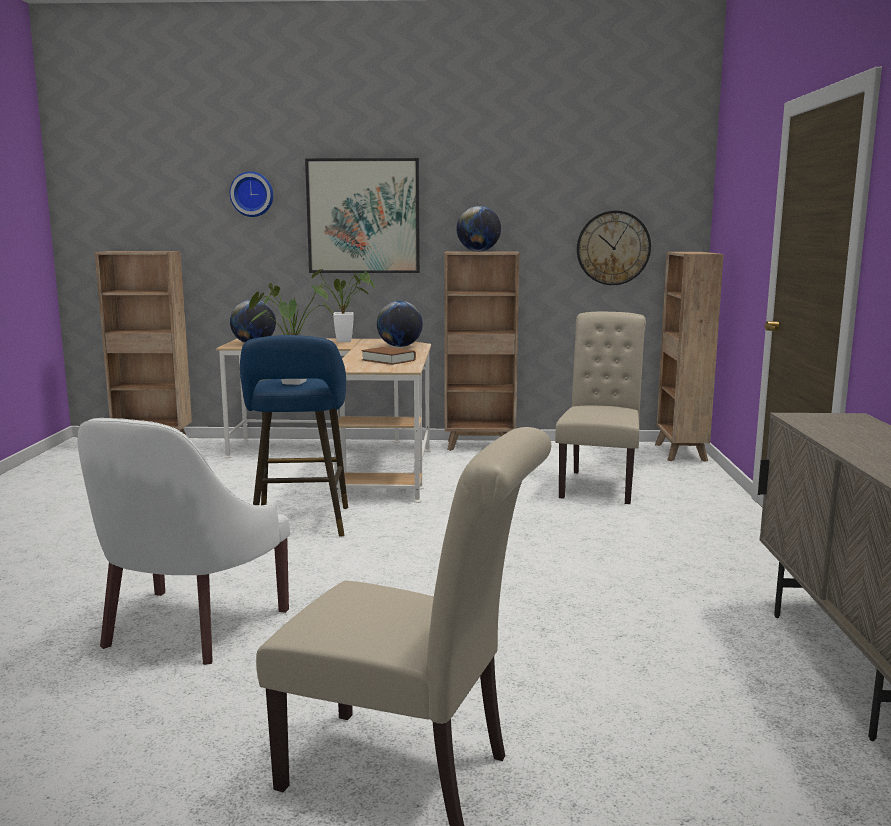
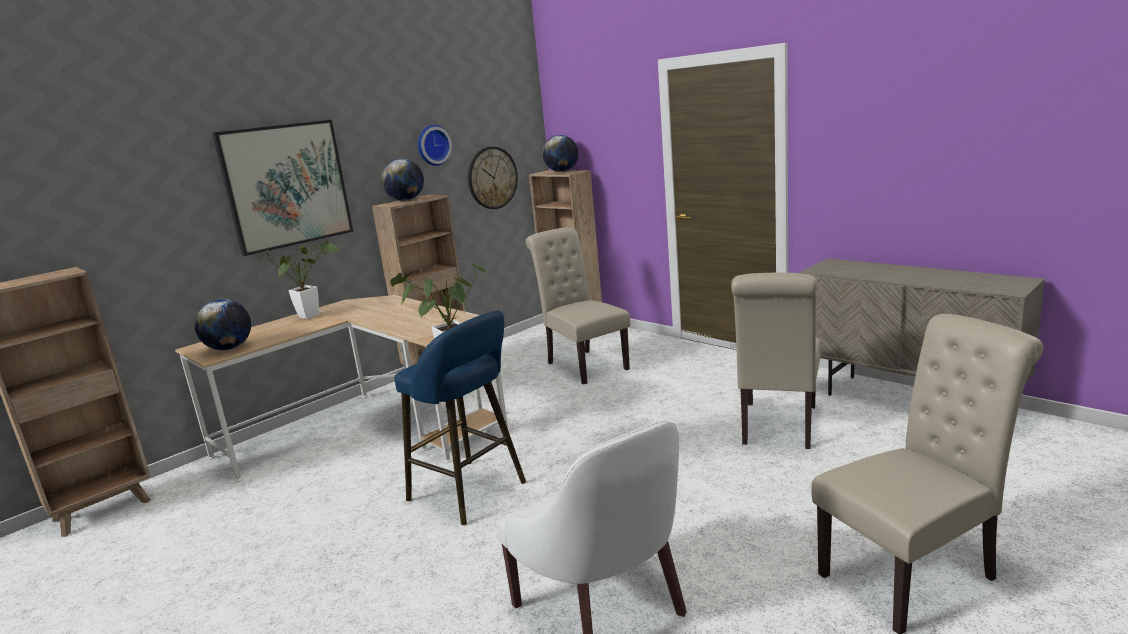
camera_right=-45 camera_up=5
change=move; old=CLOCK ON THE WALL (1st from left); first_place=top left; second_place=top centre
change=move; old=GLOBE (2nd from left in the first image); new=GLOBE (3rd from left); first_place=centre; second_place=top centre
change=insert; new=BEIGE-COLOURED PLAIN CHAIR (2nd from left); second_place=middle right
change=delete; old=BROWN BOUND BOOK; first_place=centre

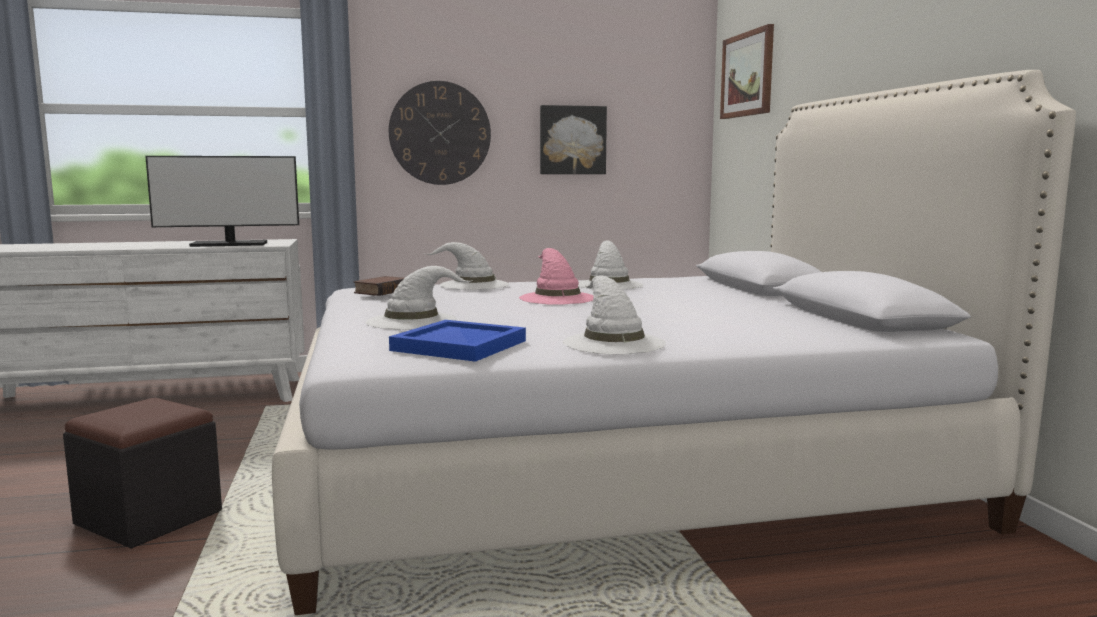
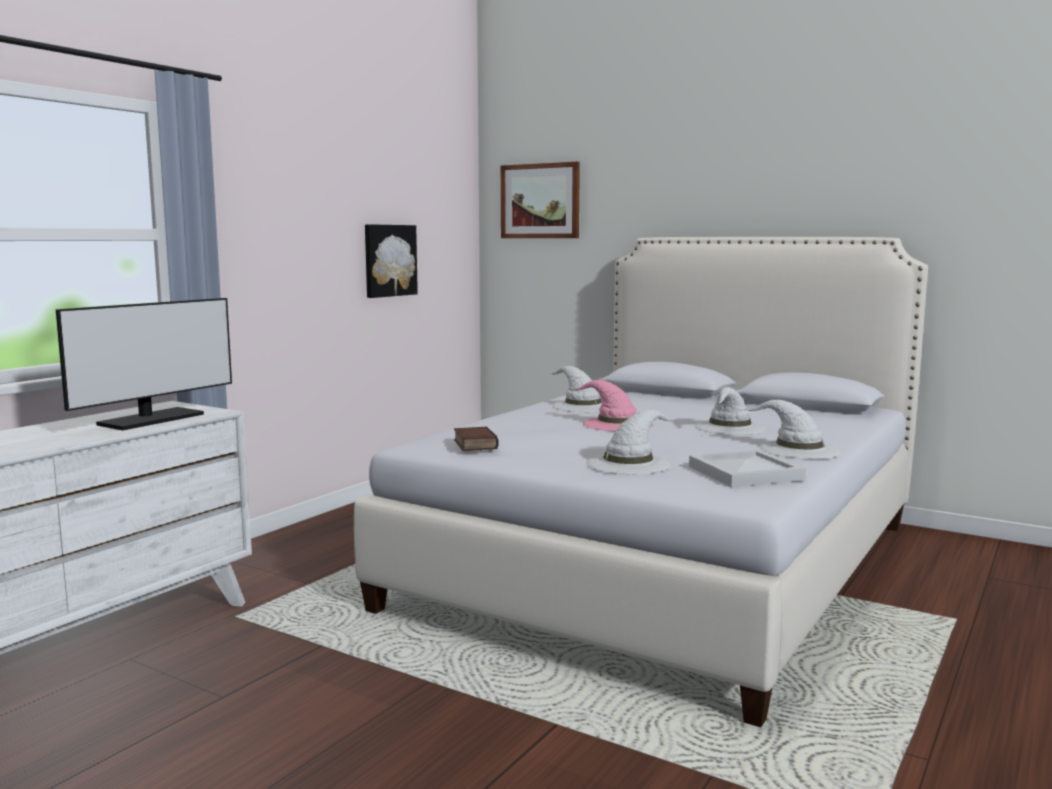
camera_right=-45 camera_up=0
change=recolor; old=BLUE TRAY; new=WHITISH TRAY; first_place=centre; second_place=middle right
change=move; old=WHITISH HAT (2nd from left in the first image); new=WHITISH HAT (3rd from left); first_place=centre; second_place=middle right
change=delete; old=BLACK-COLOURED OTTOMAN; first_place=bottom left
change=delete; old=CLOCK ON THE WALL; first_place=top centre

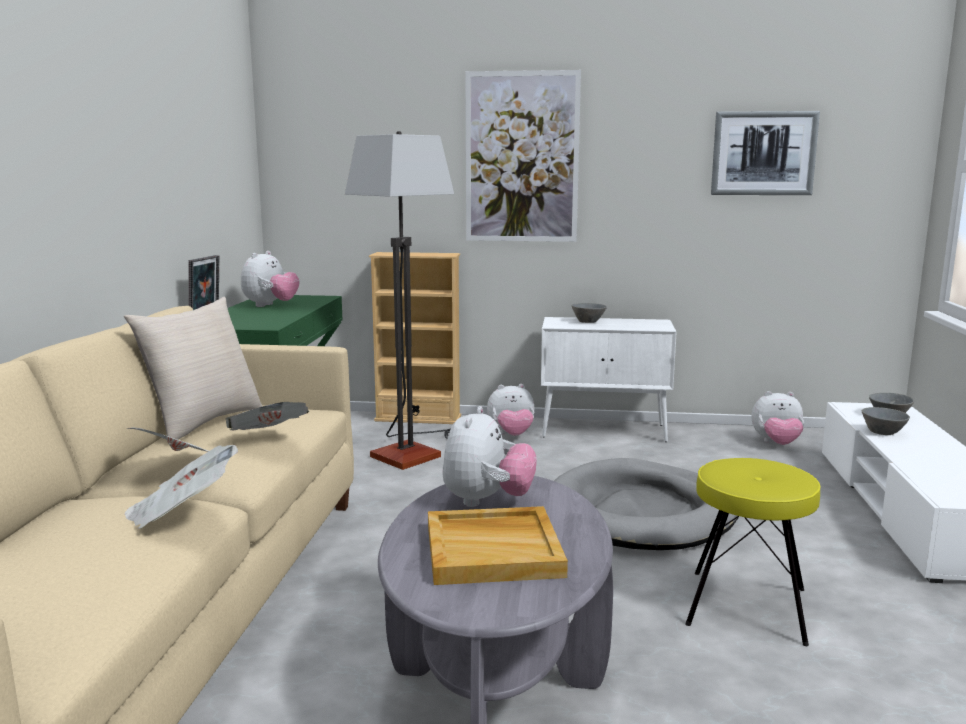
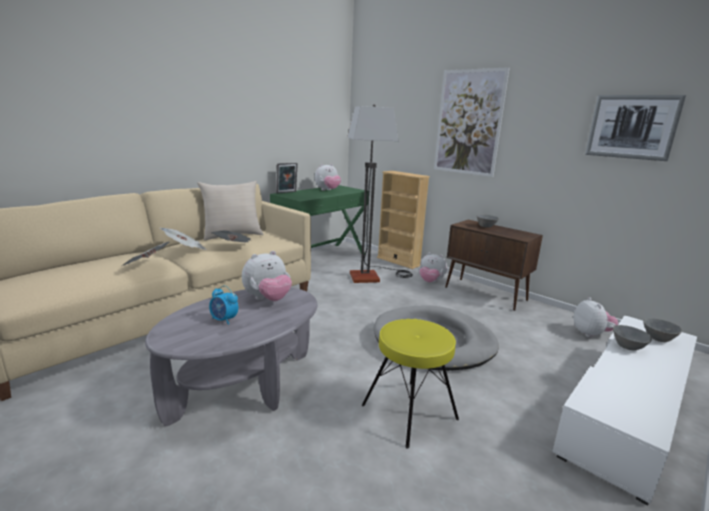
camera_right=35 camera_up=5
change=replace; old=BEIGE-COLOURED TRAY; new=BEDSIDE CLOCK; first_place=bottom centre; second_place=middle left
change=recolor; old=WHITISH STORAGE CABINET; new=BROWN STORAGE CABINET; first_place=centre; second_place=middle right
change=rotate; old=CUDDLY TOY (4th from left); first_place=middle right; second_place=middle right; degrees=-135

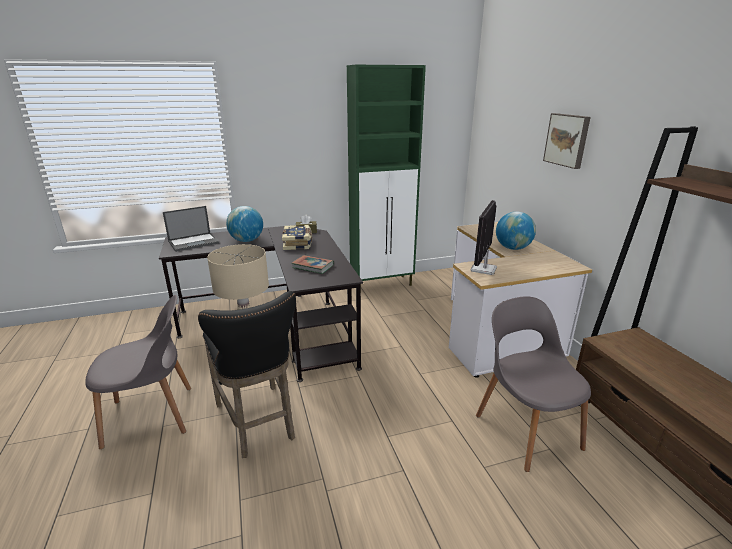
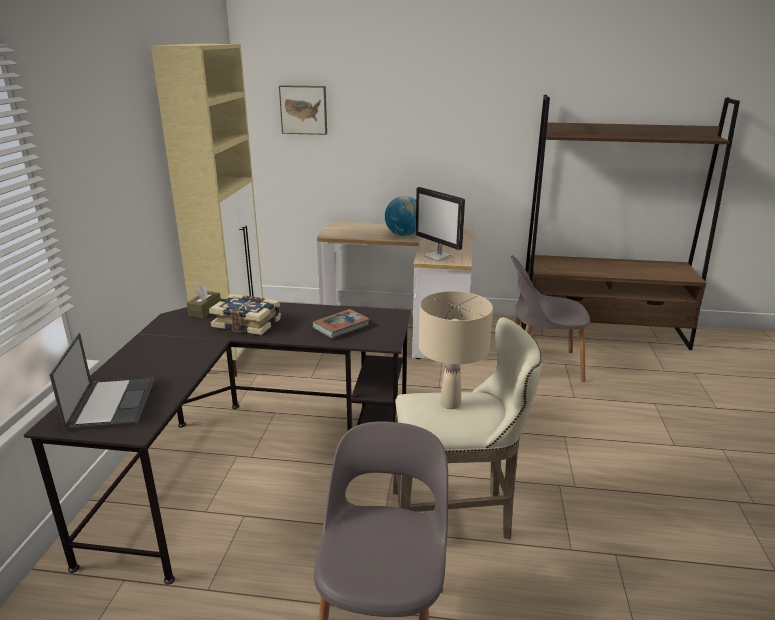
camera_right=-65 camera_up=0
change=recolor; old=GREENISH STORAGE CABINET; new=BEIGE-COLOURED STORAGE CABINET; first_place=top centre; second_place=middle left
change=move; old=WALL PICTURE; first_place=top right; second_place=top centre
change=recolor; old=BLACK-COLOURED SITTING STOOL; new=BEIGE-COLOURED SITTING STOOL; first_place=bottom centre; second_place=bottom centre
change=delete; old=GLOBE (1st from left); first_place=centre

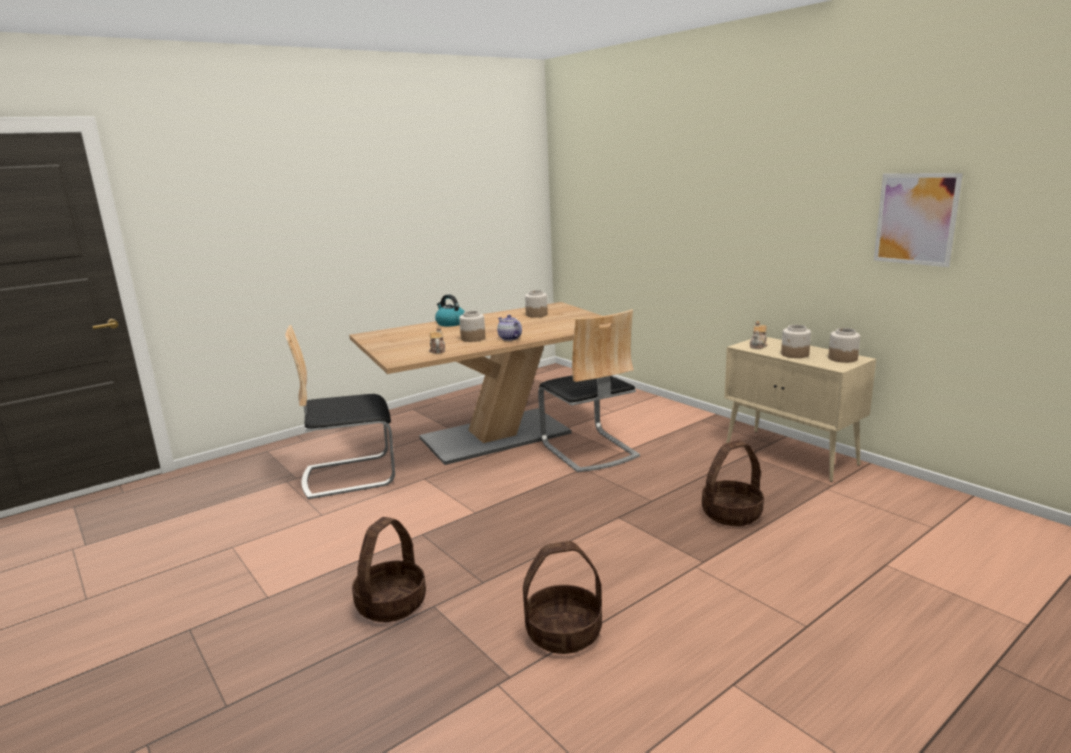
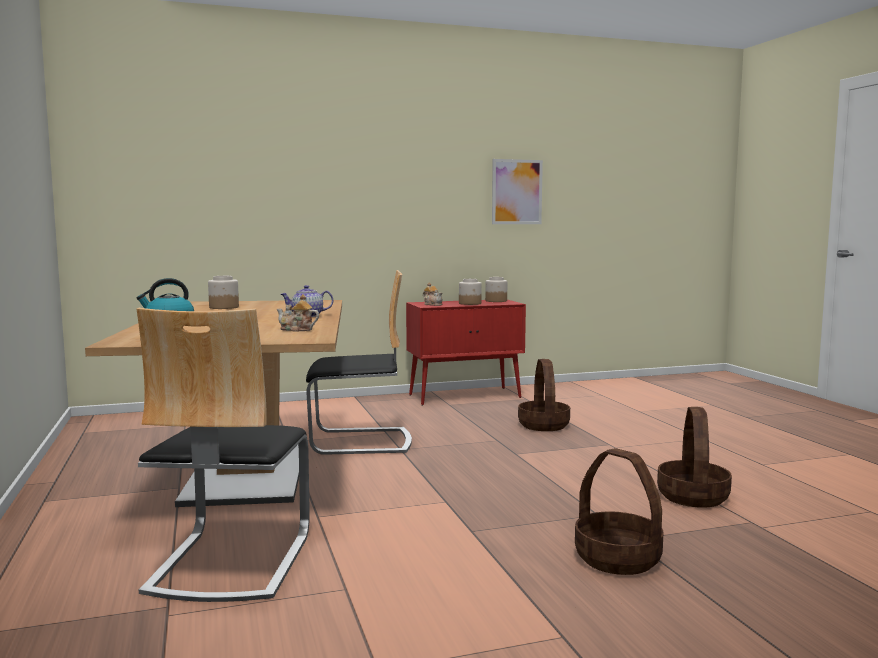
camera_right=-70 camera_up=-10
change=recolor; old=BEIGE-COLOURED STORAGE CABINET; new=REDDISH STORAGE CABINET; first_place=middle right; second_place=centre
change=delete; old=JAR (1st from left); first_place=centre

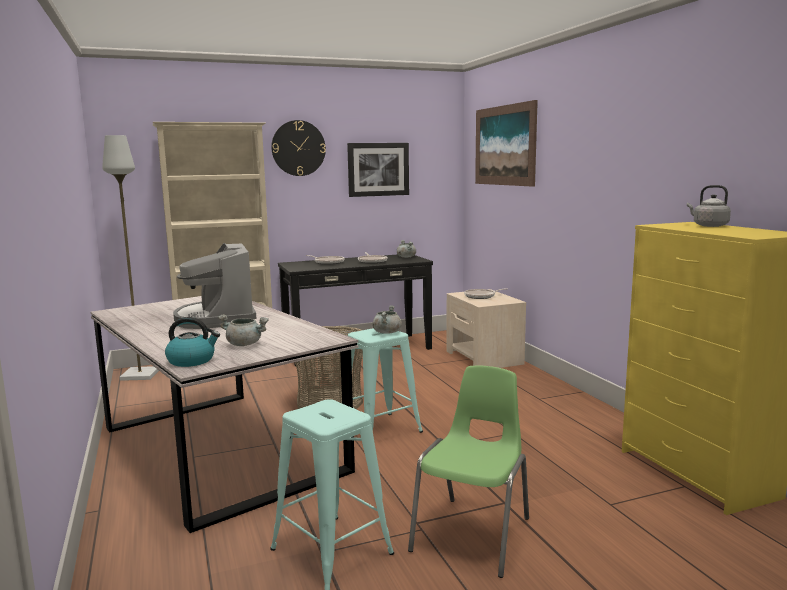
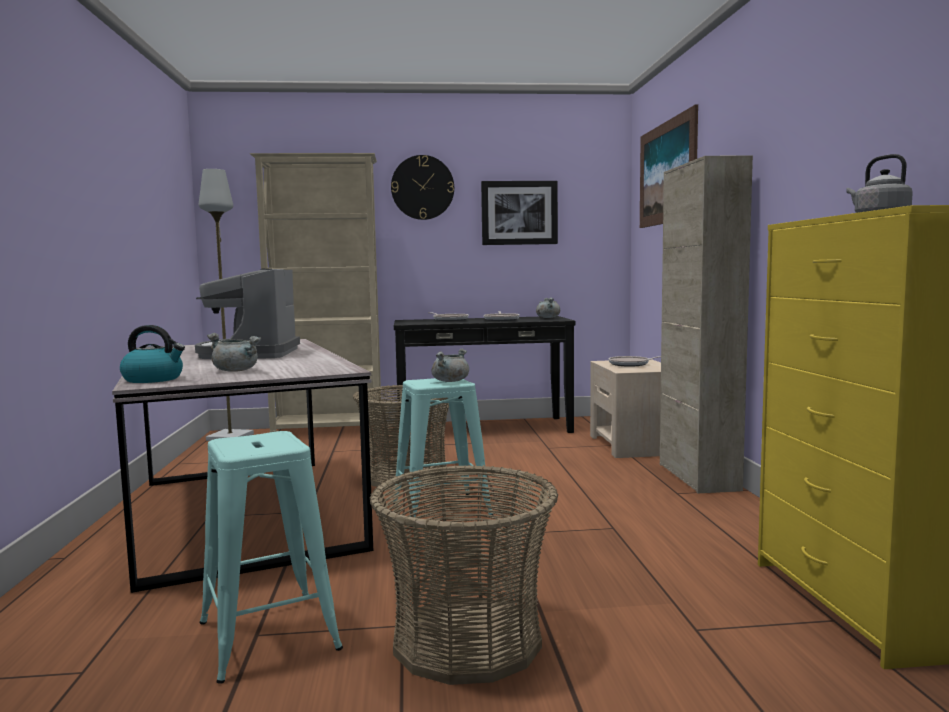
camera_right=15 camera_up=-5
change=replace; old=GREENISH PLAIN CHAIR; new=STORAGE BASKET (2nd from left); first_place=bottom centre; second_place=bottom centre
change=insert; new=BEIGE-COLOURED STORAGE CABINET; second_place=middle right

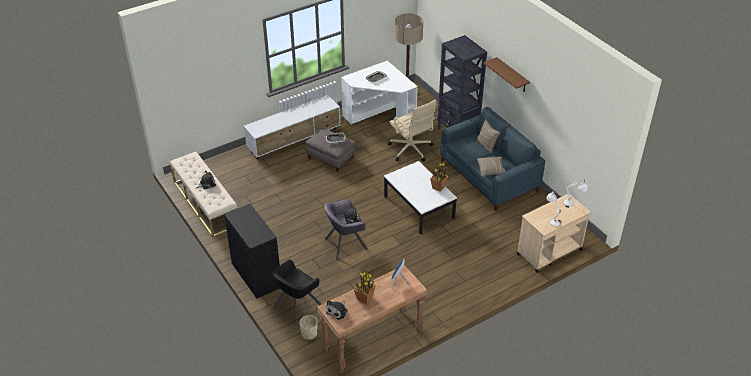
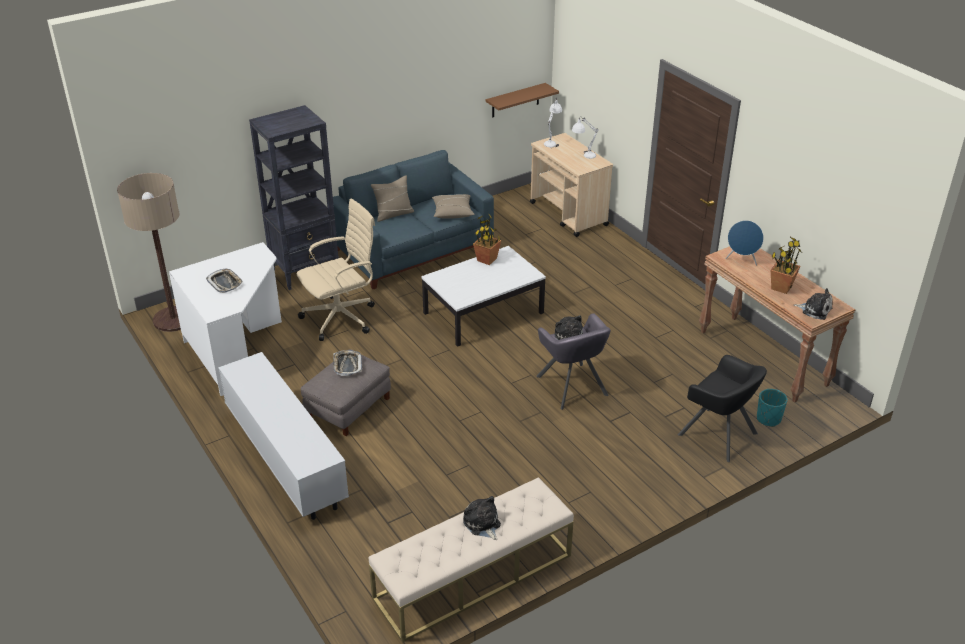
camera_right=-90 camera_up=-5
change=move; old=BROWN WALL SHELF; first_place=top right; second_place=top centre
change=recolor; old=BEIGE-COLOURED FLOWER POT; new=TURQUOISE FLOWER POT; first_place=bottom centre; second_place=middle right
change=delete; old=BLACK-COLOURED STORAGE CABINET; first_place=bottom centre

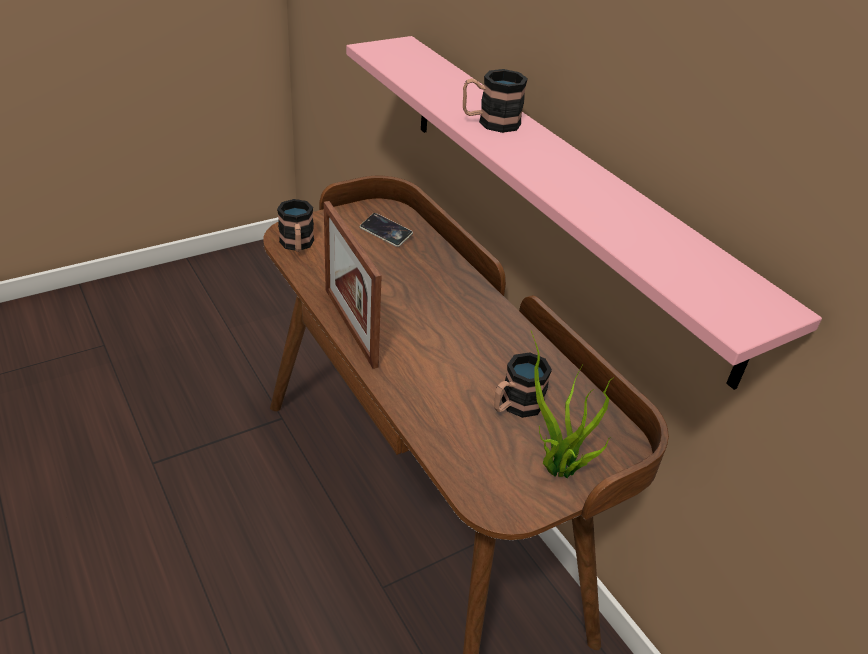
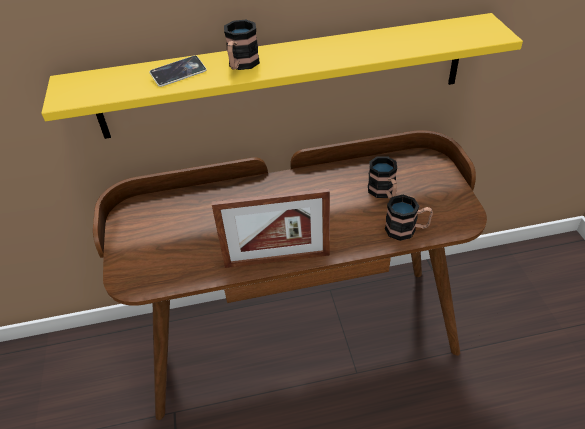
camera_right=-65 camera_up=5
change=recolor; old=PINK-COLOURED WALL SHELF; new=YELLOW-COLOURED WALL SHELF; first_place=top right; second_place=top centre
change=move; old=TELEPHONE; first_place=centre; second_place=top left
change=move; old=COFFEE MUG (1st from left in the first image); new=COFFEE MUG (3rd from left); first_place=centre; second_place=middle right
change=delete; old=POTTED PLANT; first_place=centre

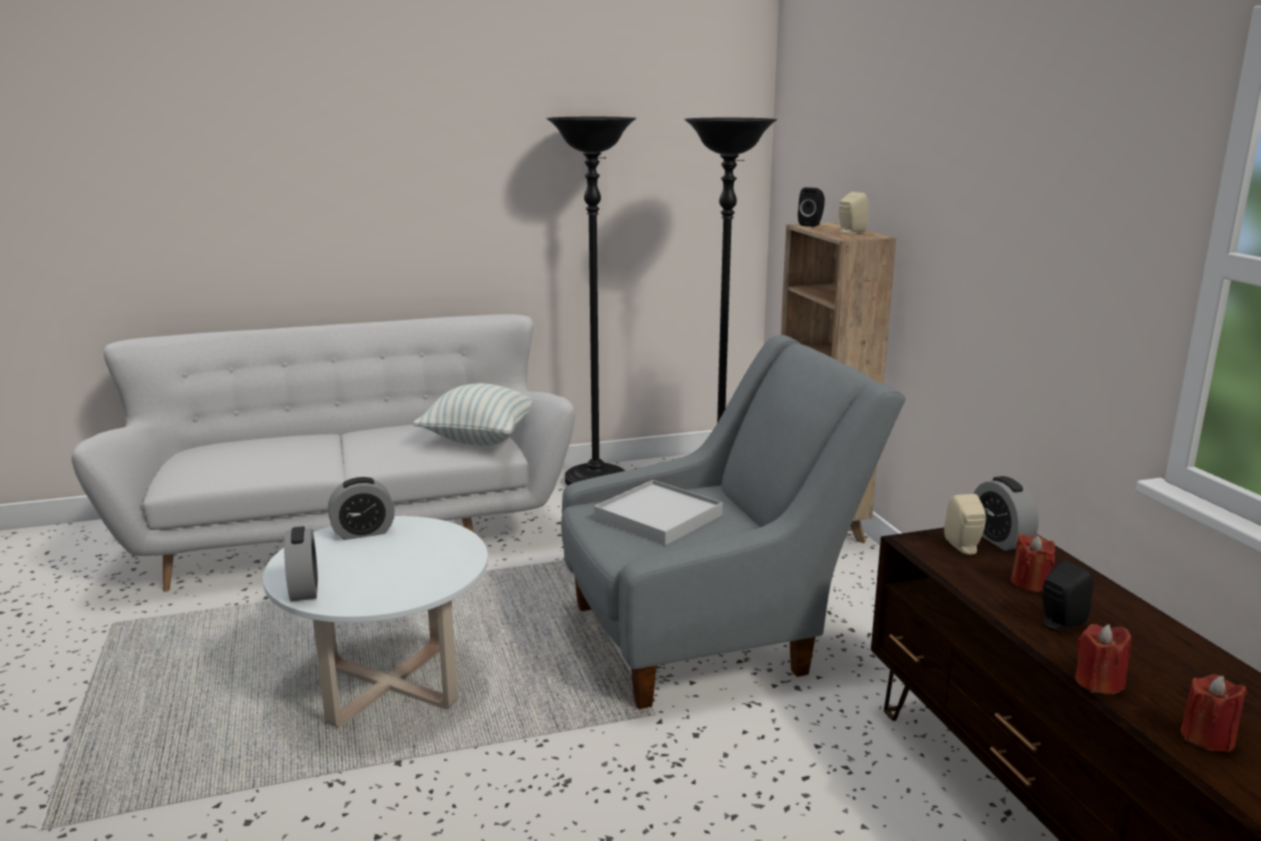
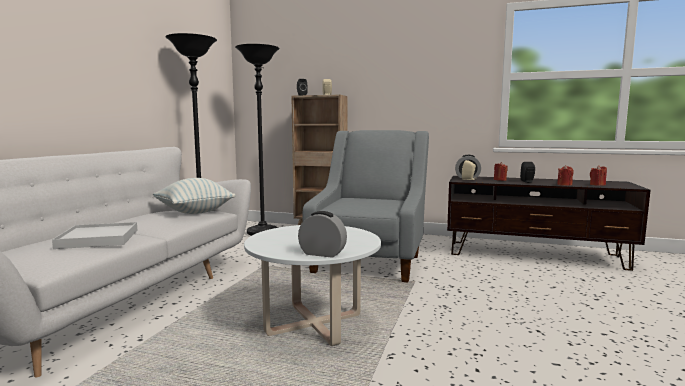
camera_right=-55 camera_up=-10
change=move; old=WHITISH TRAY; first_place=centre; second_place=middle left
change=delete; old=BEDSIDE CLOCK (2nd from left); first_place=middle left

